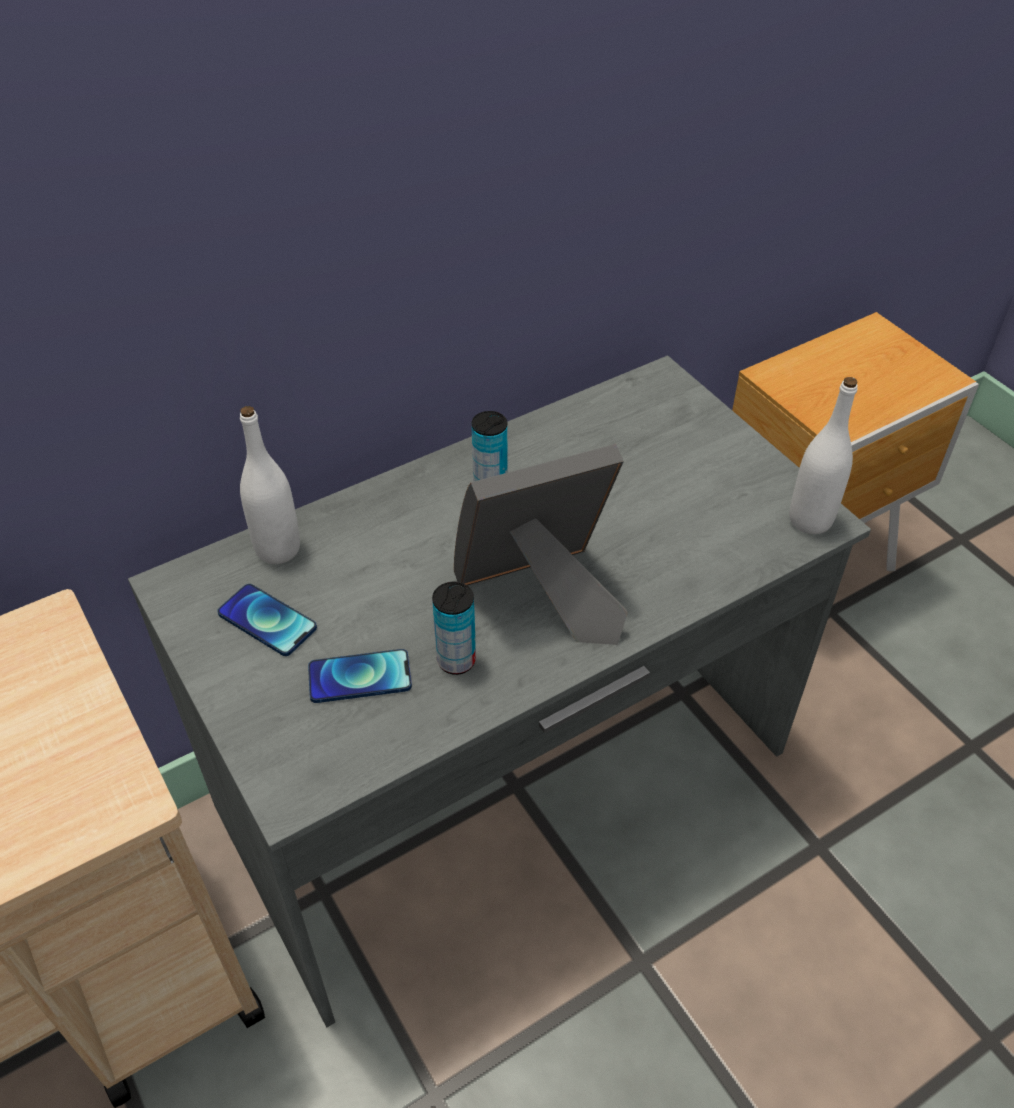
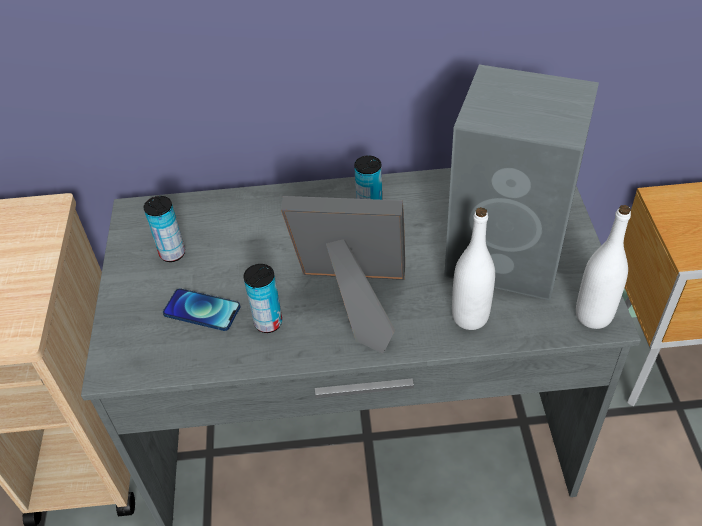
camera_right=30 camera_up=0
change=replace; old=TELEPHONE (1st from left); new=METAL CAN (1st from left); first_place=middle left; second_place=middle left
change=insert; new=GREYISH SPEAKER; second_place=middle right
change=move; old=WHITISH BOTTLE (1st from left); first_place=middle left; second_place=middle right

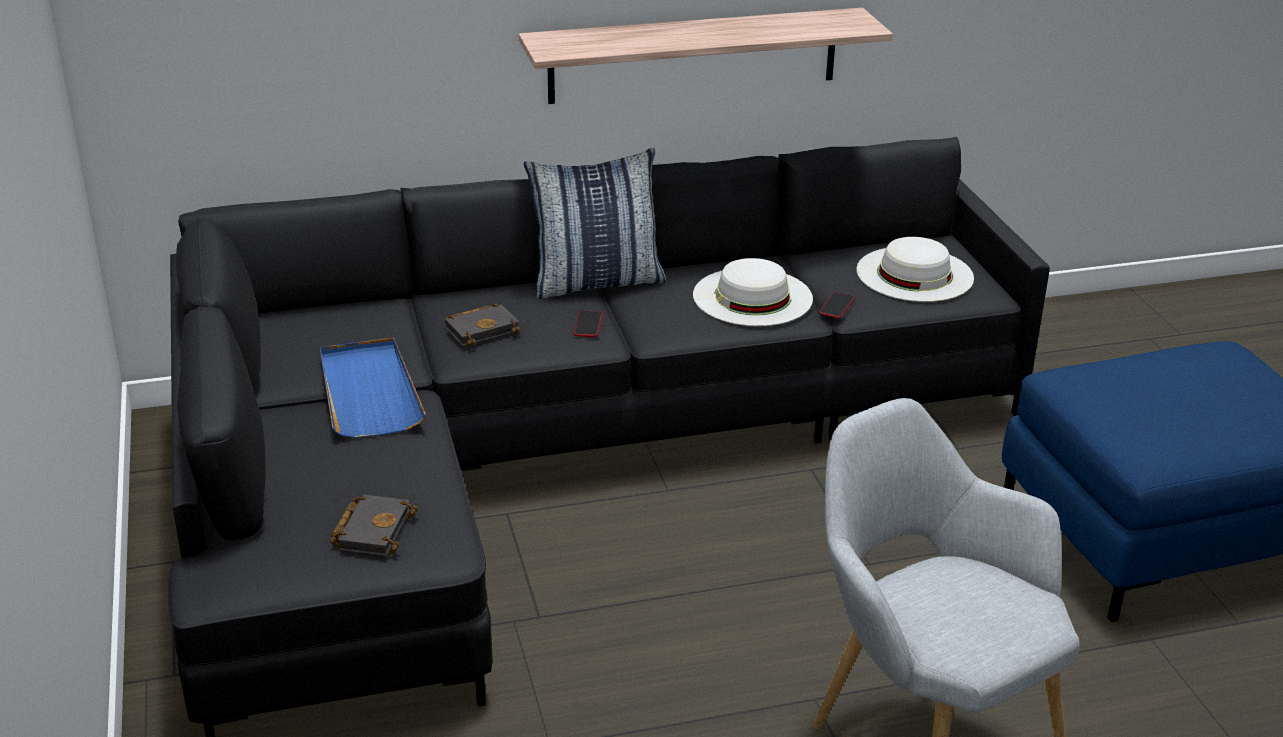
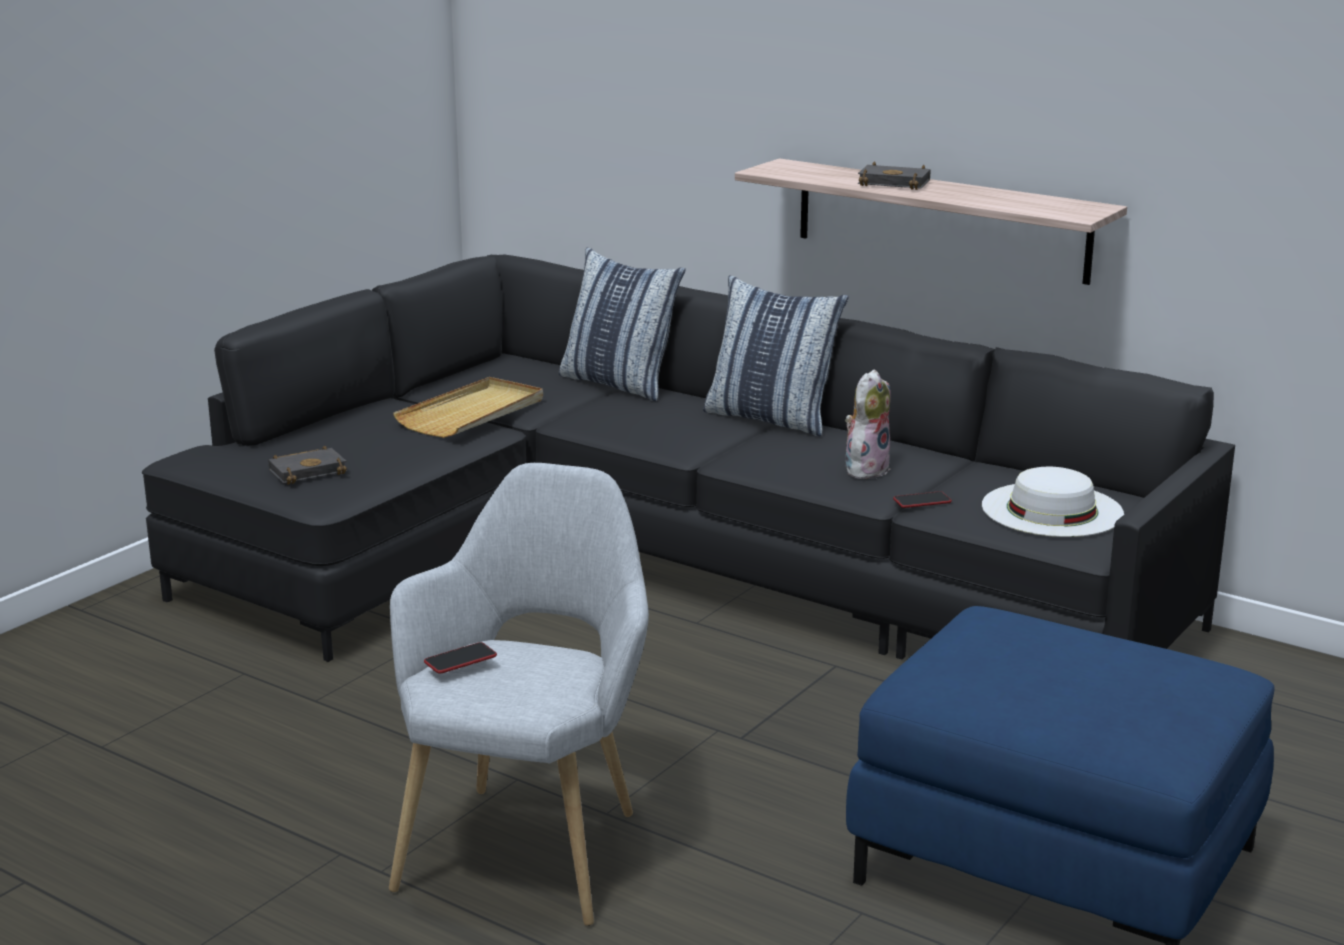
camera_right=50 camera_up=-10
change=recolor; old=BLUE TRAY; new=BEIGE-COLOURED TRAY; first_place=middle left; second_place=centre
change=move; old=TELEPHONE (1st from left); first_place=centre; second_place=bottom centre
change=insert; new=THROW PILLOW (1st from left); second_place=centre
change=replace; old=WHITISH HAT (1st from left); new=CUDDLY TOY; first_place=centre; second_place=centre
change=move; old=BLACK-COLOURED BOUND BOOK (2nd from left); first_place=centre; second_place=top centre

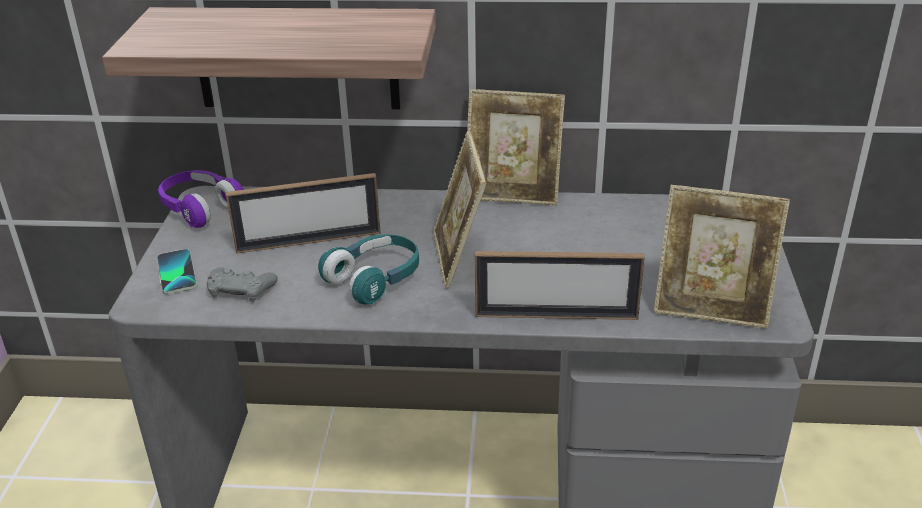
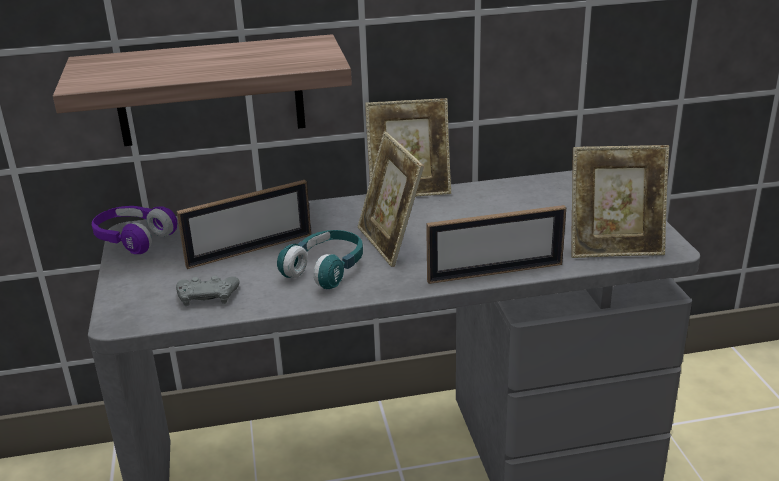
camera_right=-15 camera_up=-5
change=delete; old=TELEPHONE; first_place=middle left

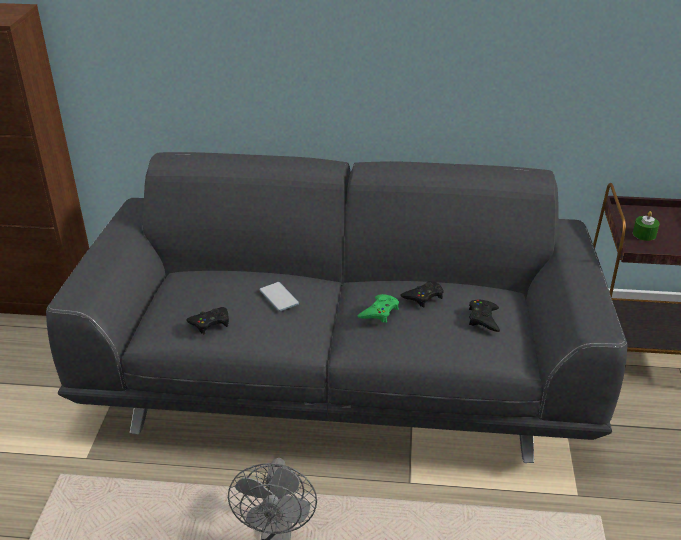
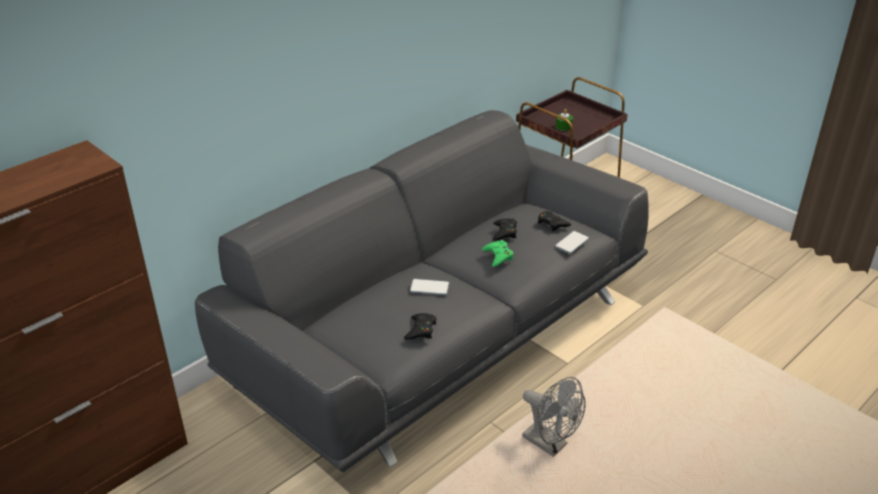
camera_right=-50 camera_up=0
change=insert; new=TELEPHONE (2nd from left); second_place=centre

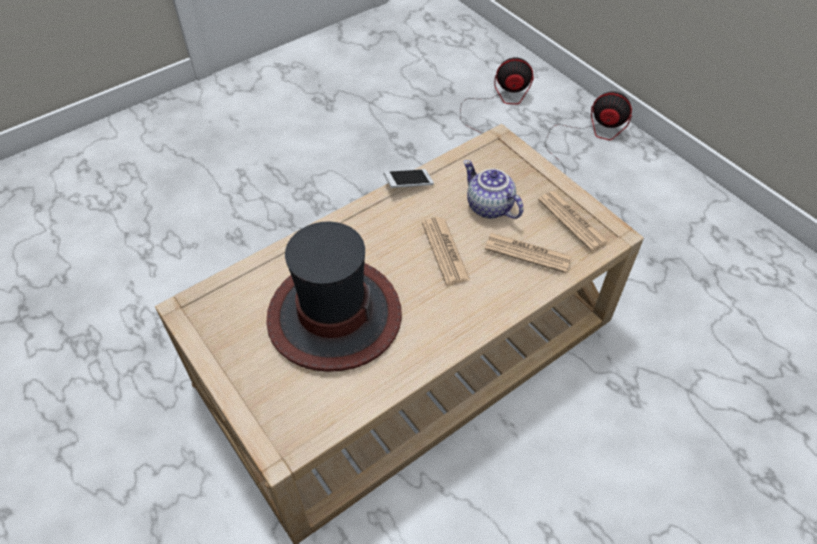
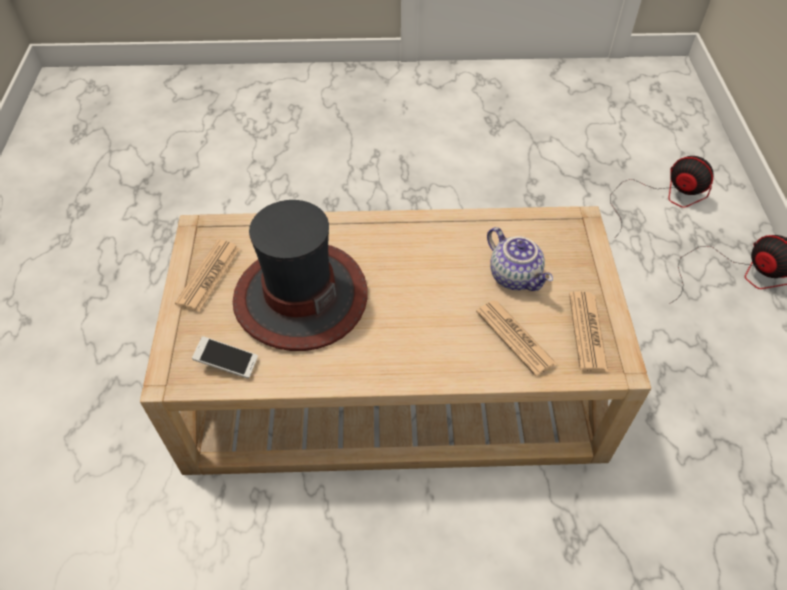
camera_right=35 camera_up=0
change=move; old=DAILY PAPER (1st from left); first_place=centre; second_place=middle left
change=move; old=TELEPHONE; first_place=top centre; second_place=middle left
change=rotate; old=TEAPOT; first_place=centre; second_place=centre; degrees=150

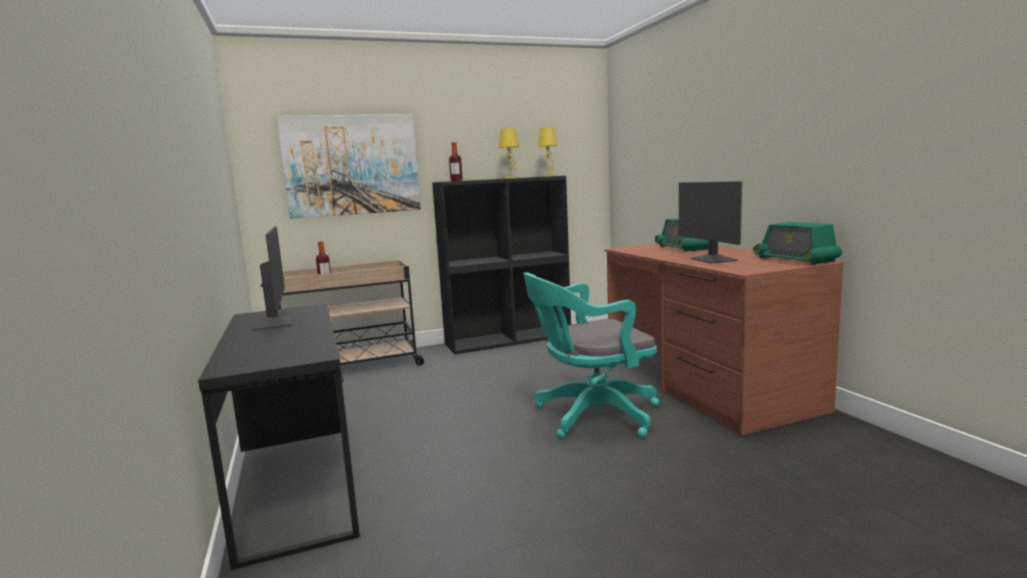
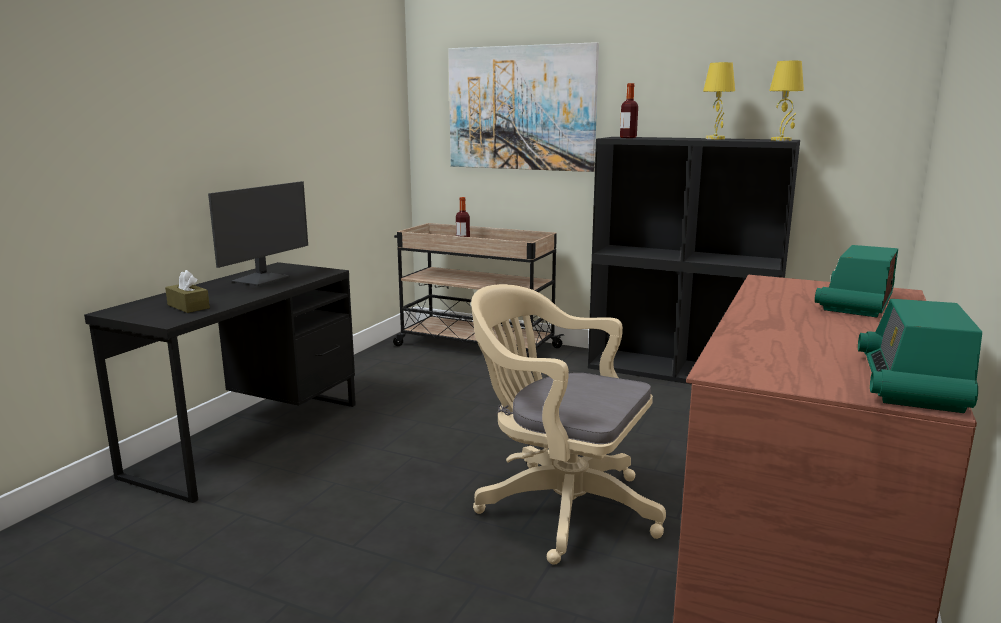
camera_right=45 camera_up=5
change=insert; new=BROWN TISSUE BOX; second_place=middle left
change=recolor; old=TURQUOISE DESK CHAIR; new=BEIGE-COLOURED DESK CHAIR; first_place=centre; second_place=bottom centre
change=delete; old=MONITOR (2nd from left); first_place=middle right

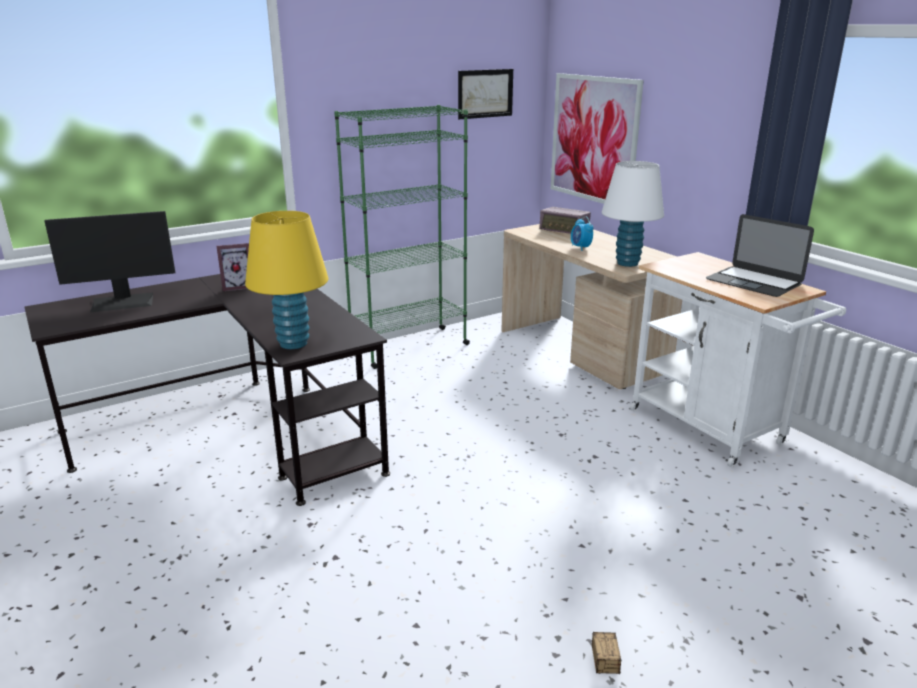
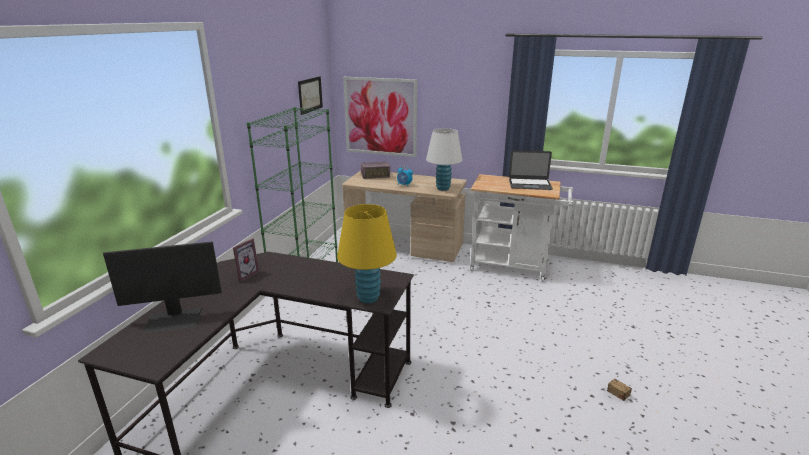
camera_right=-40 camera_up=0
change=rotate; old=MONITOR; first_place=middle left; second_place=middle left; degrees=45

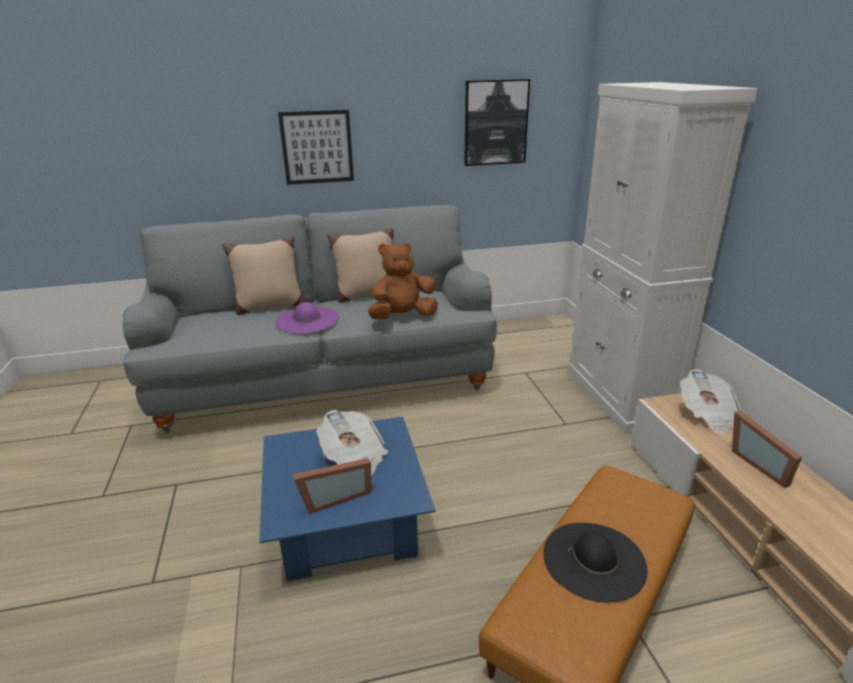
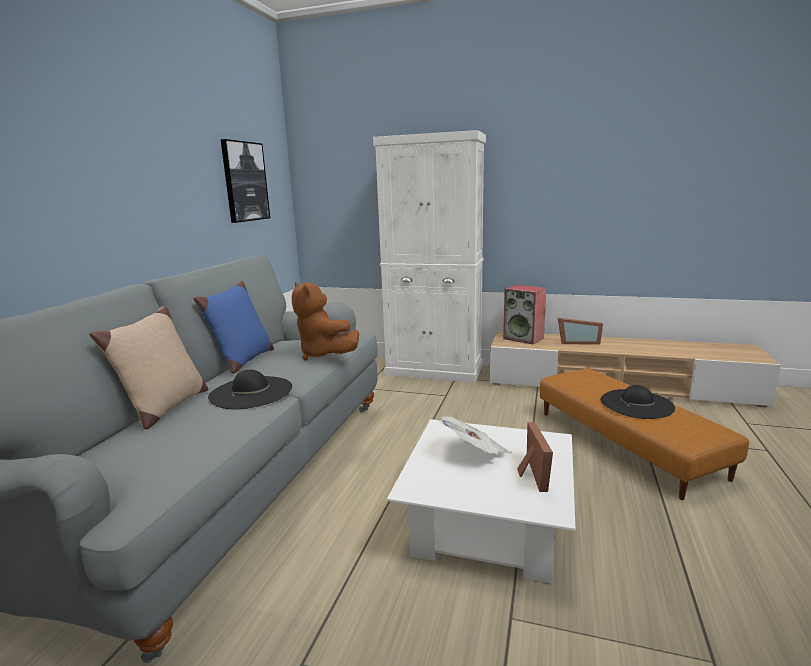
camera_right=-60 camera_up=-10
change=recolor; old=BEIGE-COLOURED THROW PILLOW (2nd from left); new=BLUE THROW PILLOW; first_place=centre; second_place=middle left
change=recolor; old=PURPLE-COLOURED HAT; new=BLACK-COLOURED HAT (1st from left); first_place=centre; second_place=middle left
change=rotate; old=BROWN CUDDLY TOY; first_place=centre; second_place=centre; degrees=-45
change=recolor; old=BLUE LOW TABLE; new=WHITISH LOW TABLE; first_place=bottom centre; second_place=bottom centre
change=replace; old=DAILY PAPER (2nd from left); new=SPEAKER; first_place=middle right; second_place=centre
change=delete; old=WALL PICTURE (1st from left); first_place=top centre

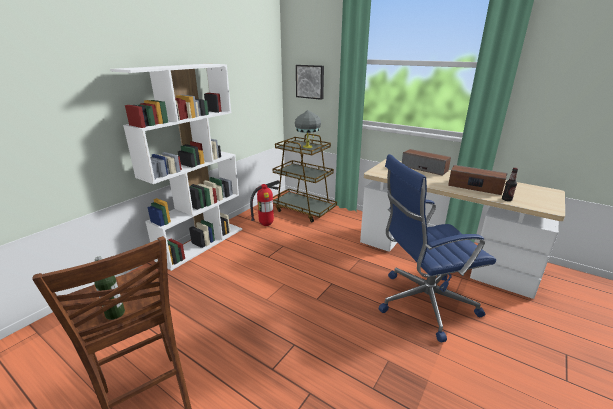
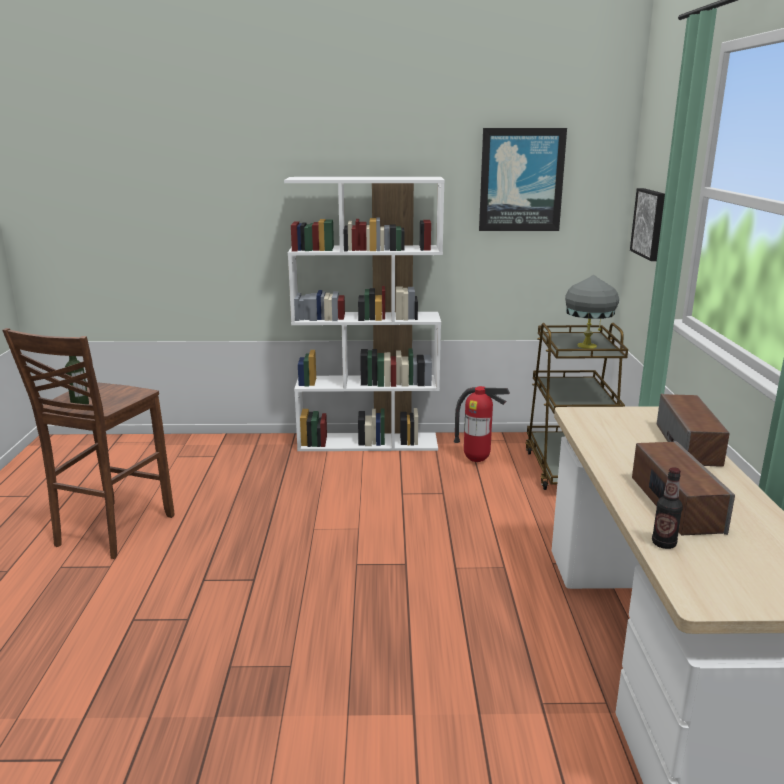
camera_right=55 camera_up=-5
change=insert; new=WALL PICTURE (1st from left); second_place=top right
change=delete; old=BLUE DESK CHAIR; first_place=middle right

